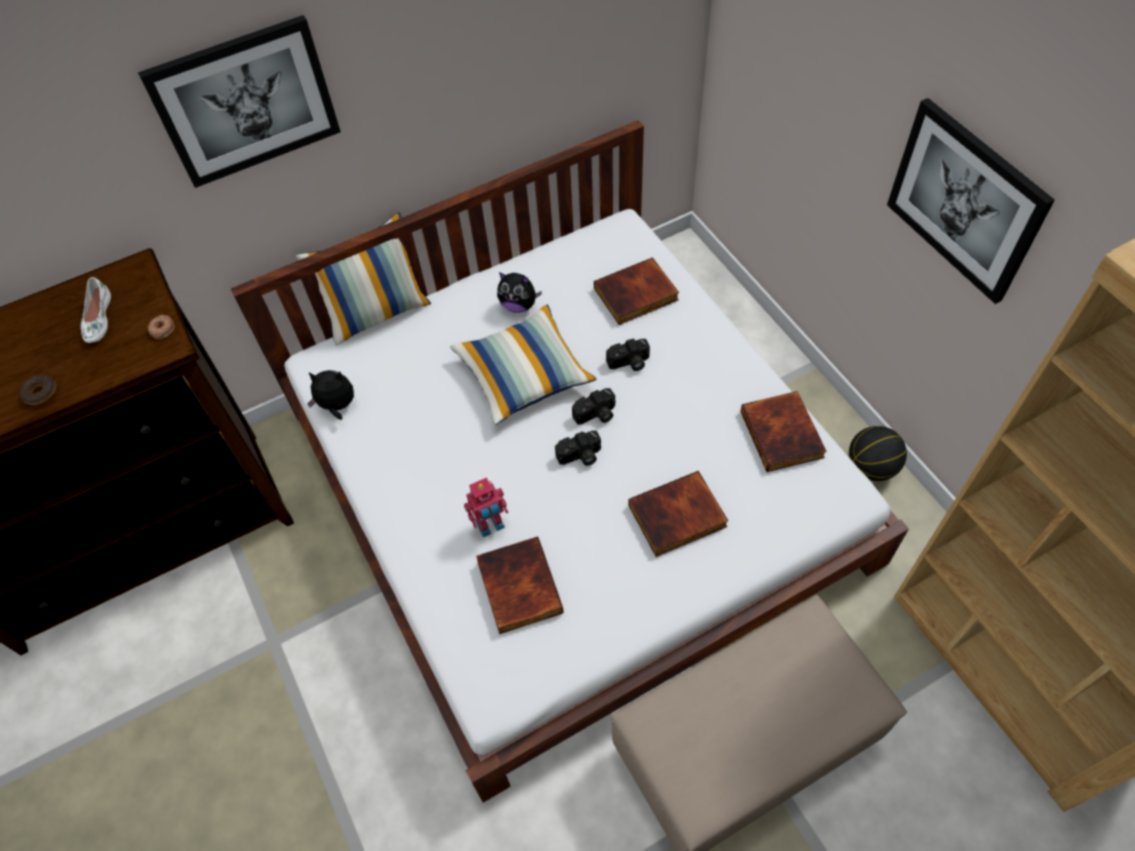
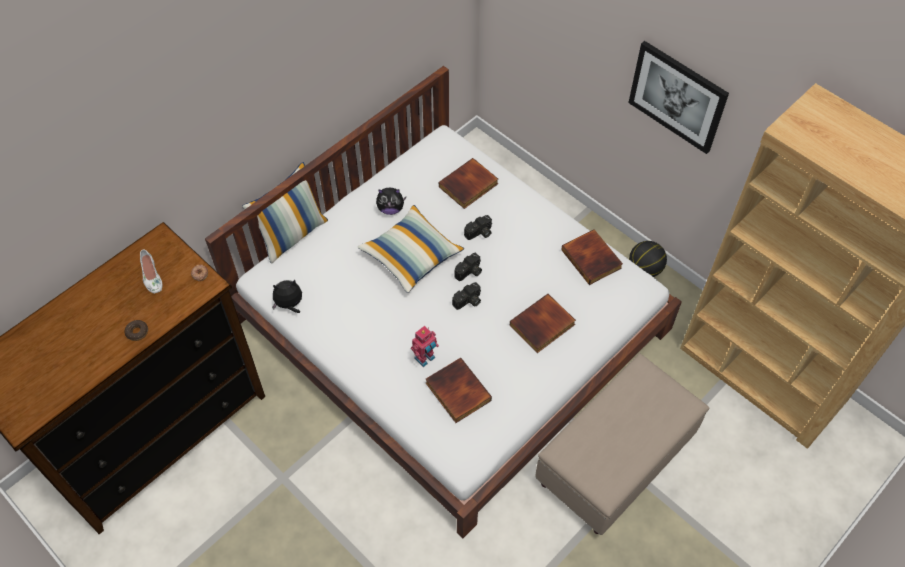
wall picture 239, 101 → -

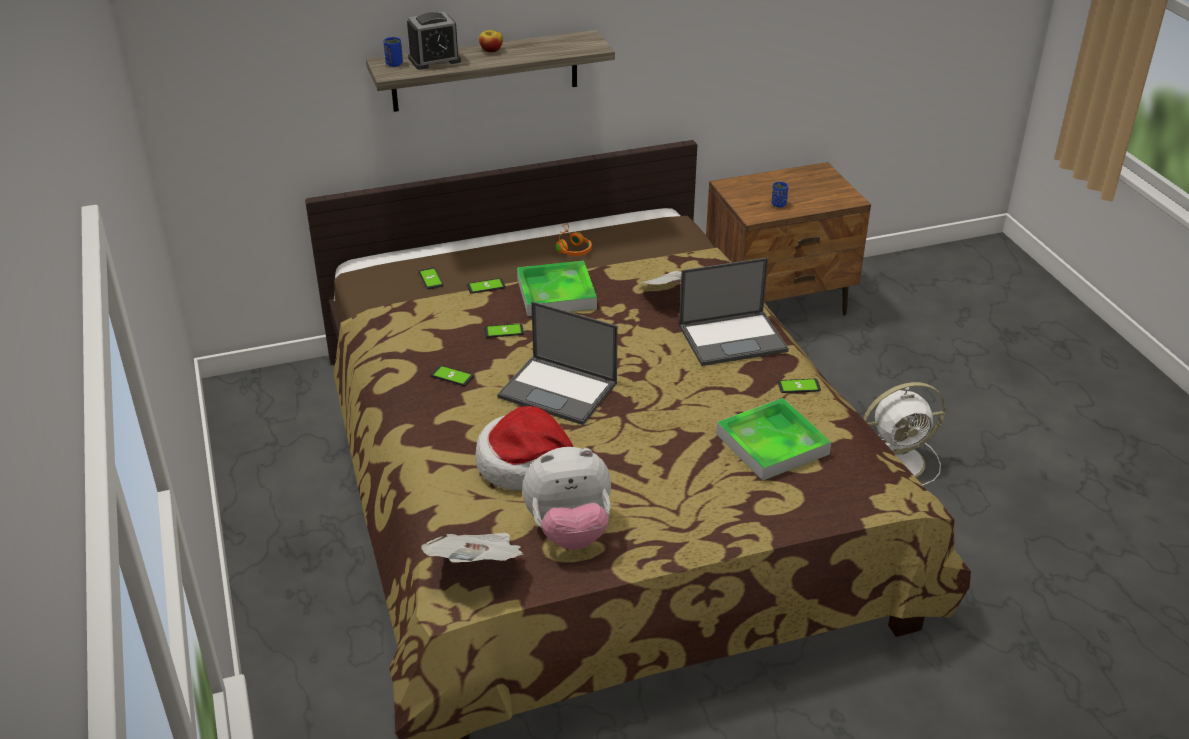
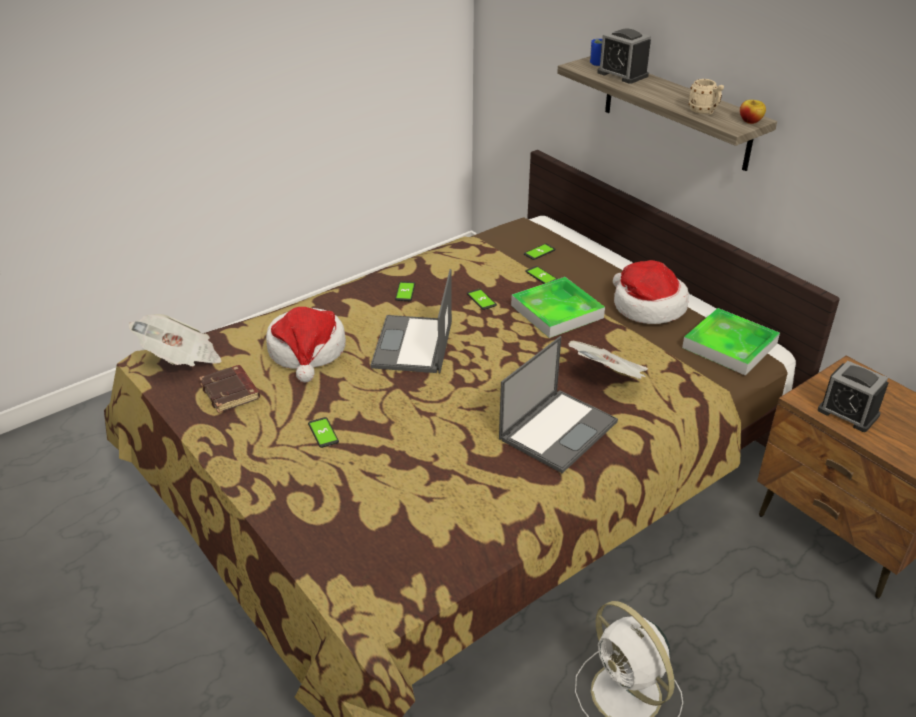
soft toy 566, 498 → volume (brown-coloured) 229, 389
handset 799, 386 → handset 323, 432, move
notebook computer 734, 312 → notebook computer 558, 404, 105 degrees counterclockwise
headset (orange) 574, 239 → hat 651, 292
serving tray 773, 439 → serving tray 731, 341, move
- → tea mug (beige-coloured) 706, 97
apple 491, 41 → apple 753, 112, move
cup (blue) 780, 195 → table clock 853, 396

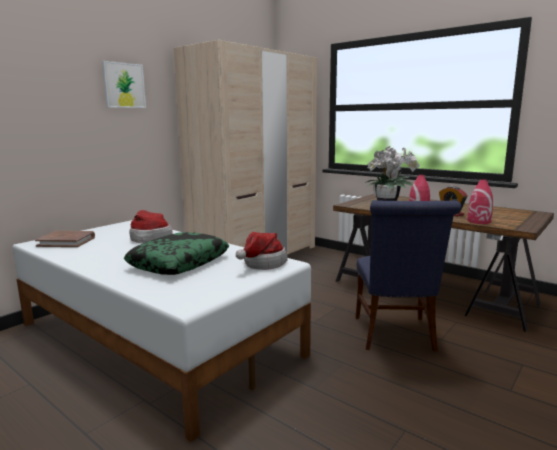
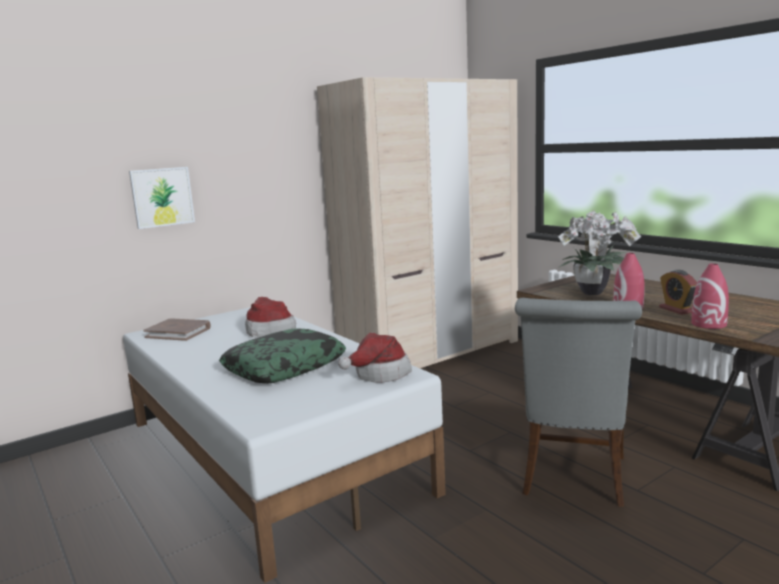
wall picture 124, 84 → wall picture 162, 198, move
upright chair (blue) 409, 276 → upright chair (grey) 578, 402

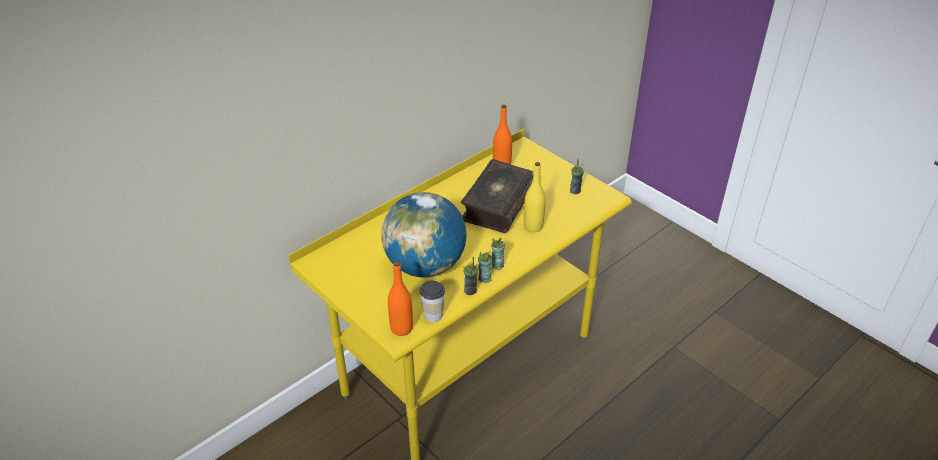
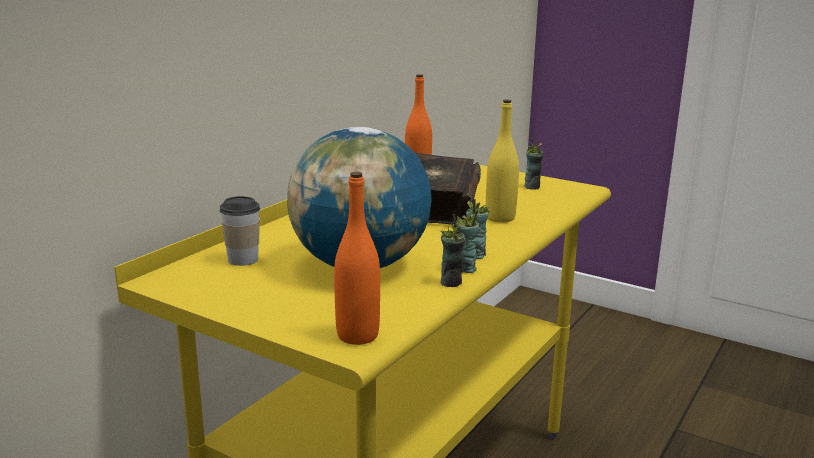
cup 432, 301 → cup 240, 231, move

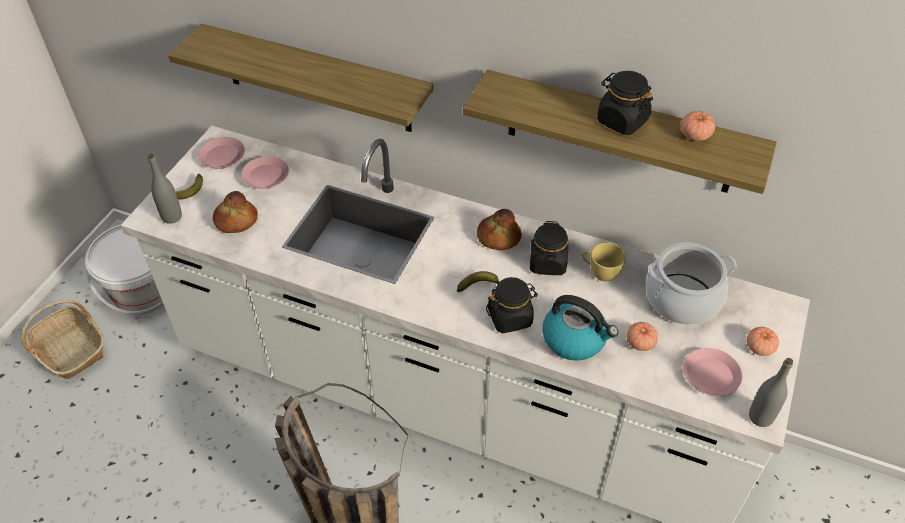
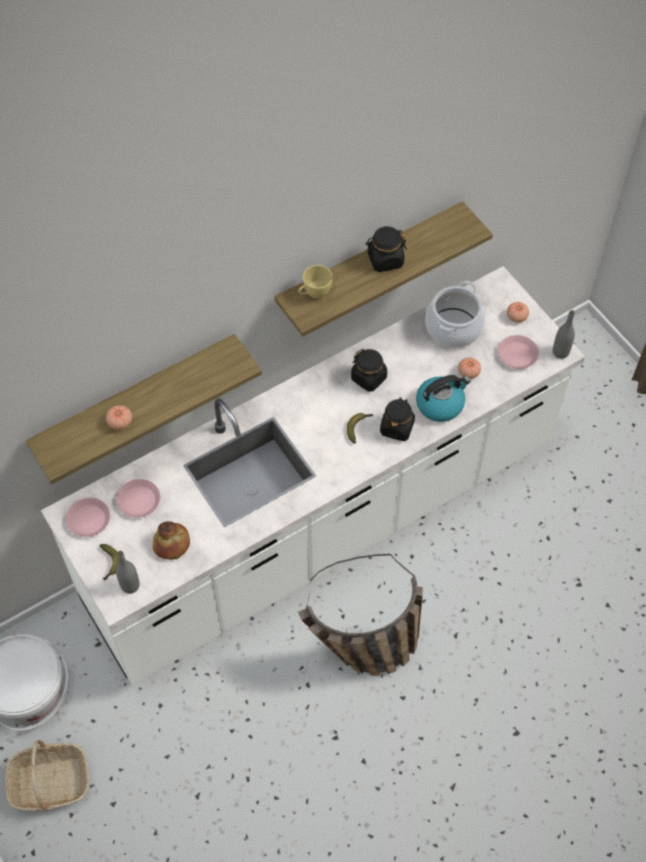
tomato 697, 126 → tomato 119, 417, move
cup (yellowish) 604, 262 → cup (yellowish) 315, 282, move
bread 499, 229 → -

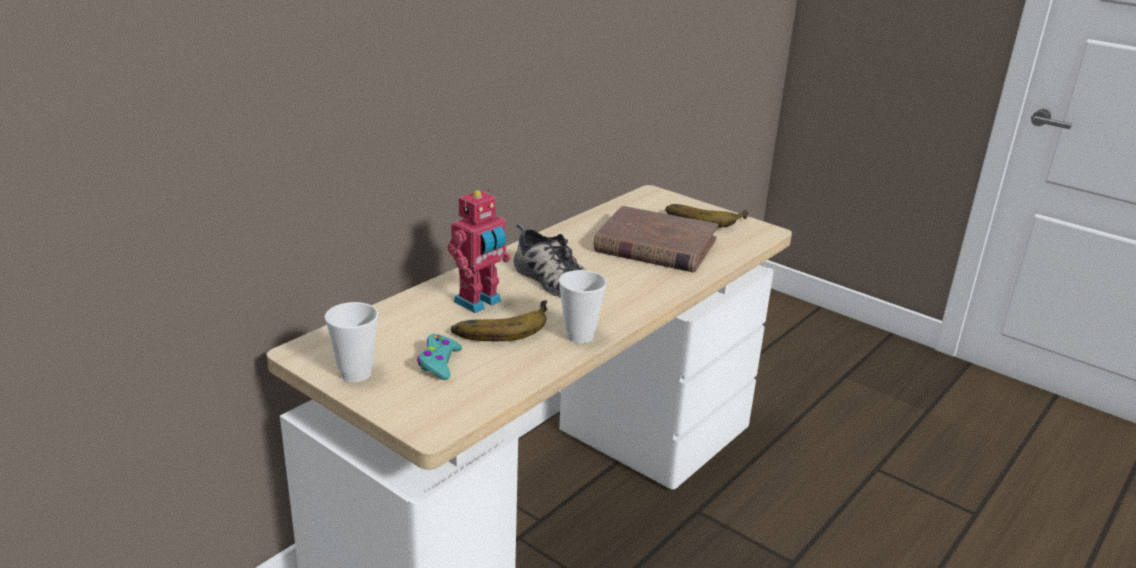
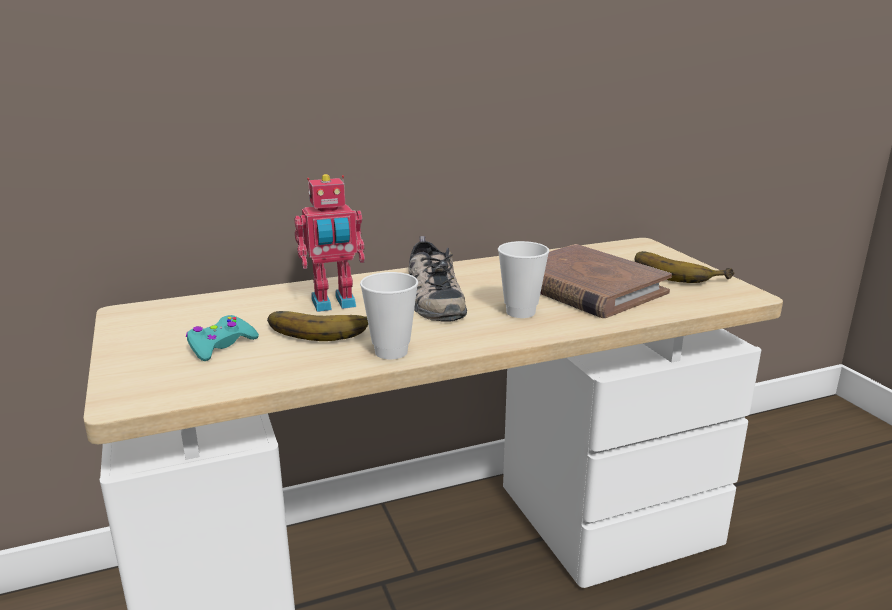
cup 351, 342 → cup 523, 279, move

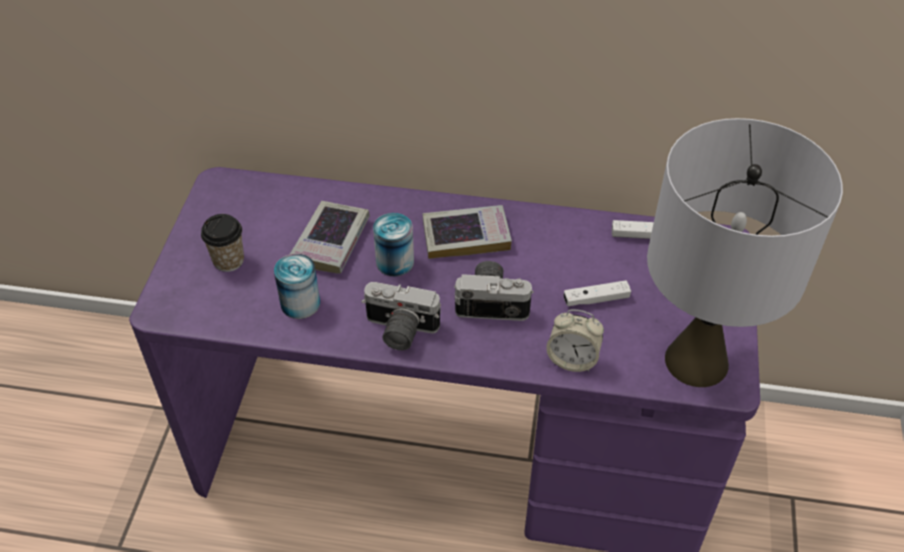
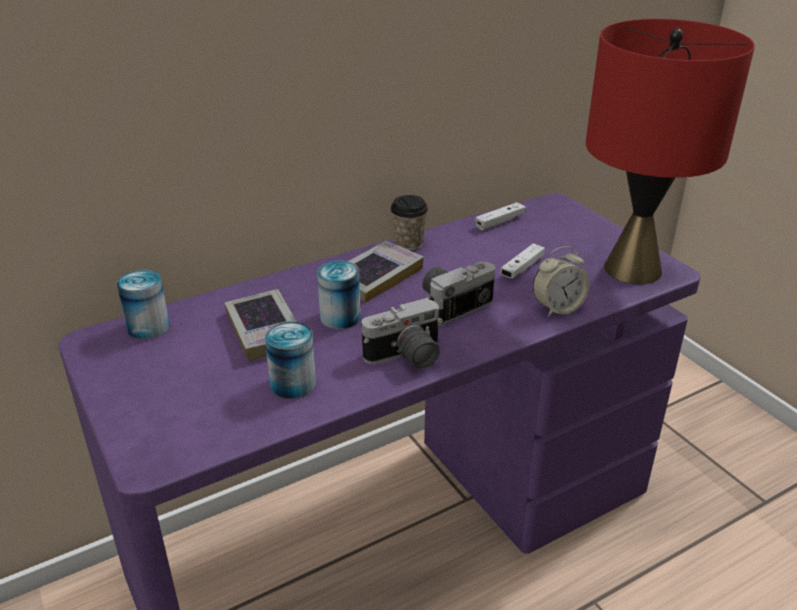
- → can 143, 305
cup 222, 243 → cup 409, 223, move
tabletop lamp (grey) 745, 252 → tabletop lamp (red-coloured) 670, 151

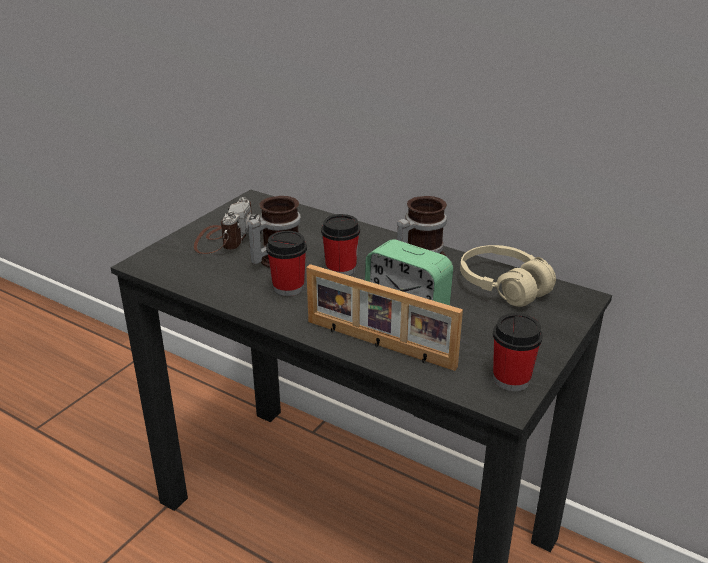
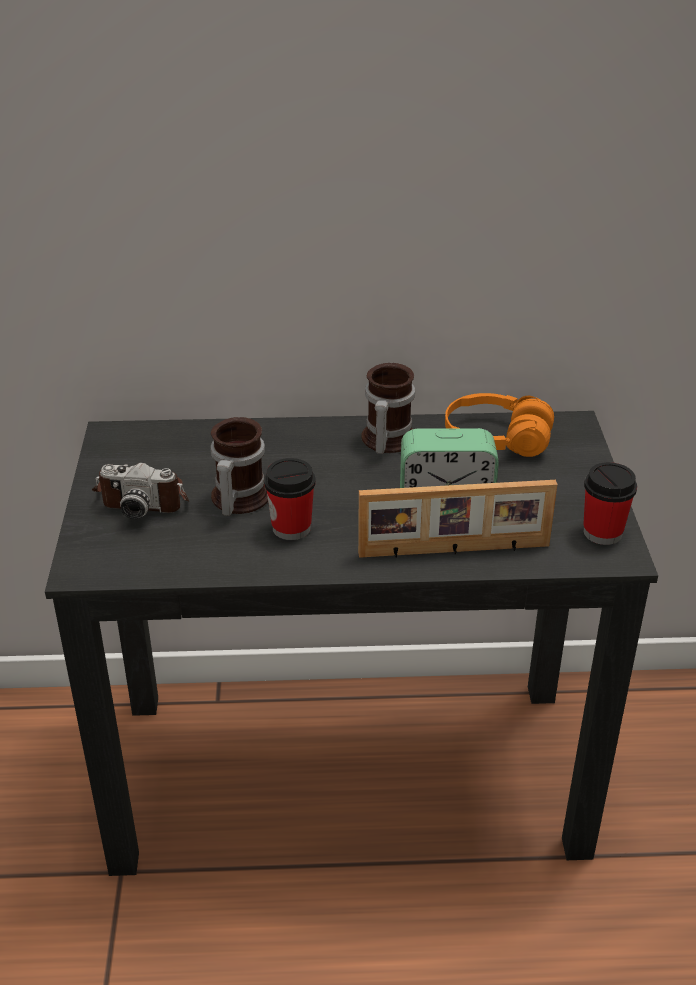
still camera 228, 225 → still camera 140, 491, 120 degrees clockwise
headset (beige-coloured) 508, 276 → headset (orange) 499, 425
cup 340, 245 → -

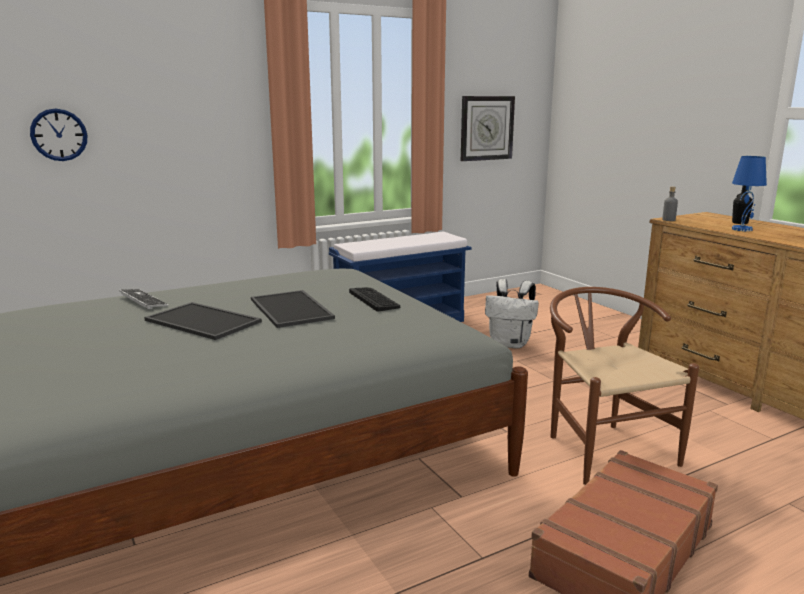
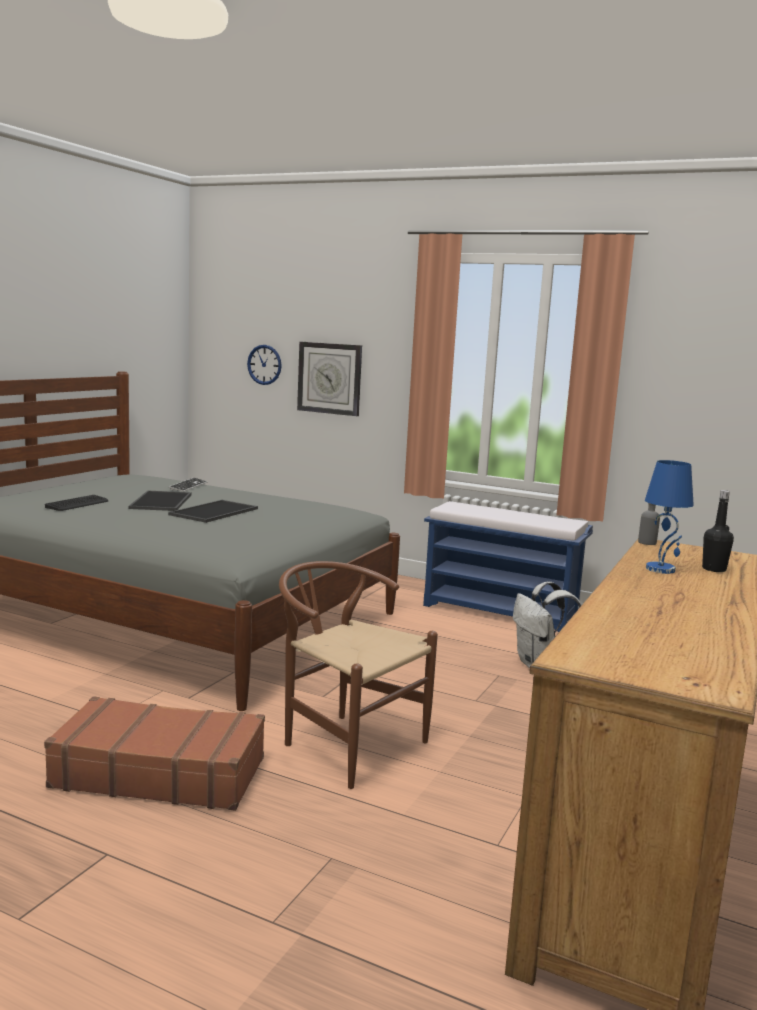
PC keyboard 374, 299 → PC keyboard 76, 503, move
upright chair (brown-coloured) 624, 386 → upright chair (brown-coloured) 358, 675, 90 degrees counterclockwise
hanging clock 488, 128 → hanging clock 329, 379, move

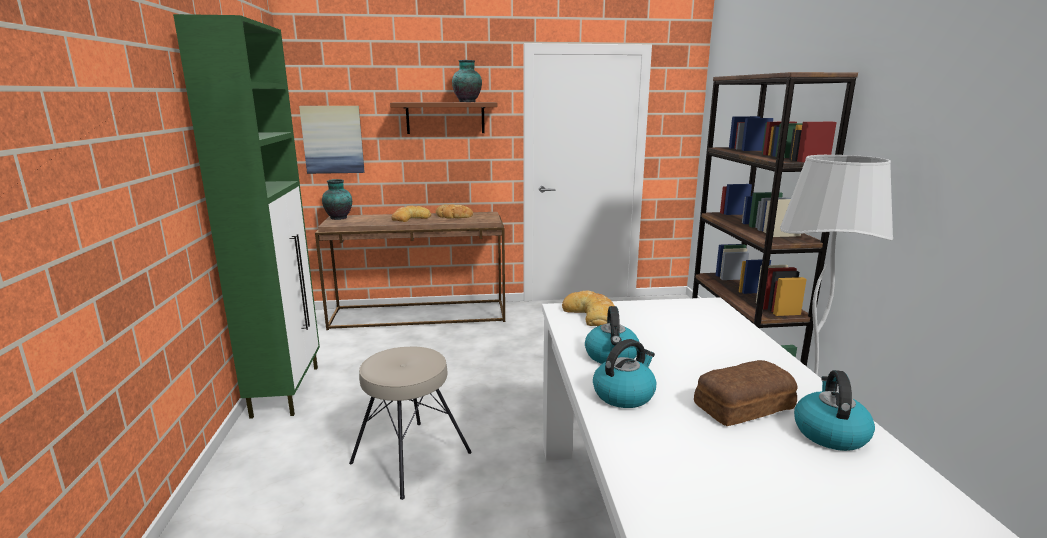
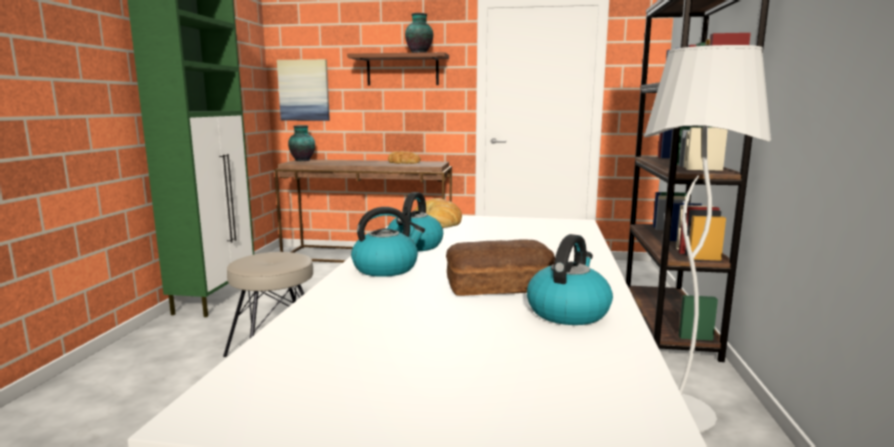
bread 411, 214 → -

